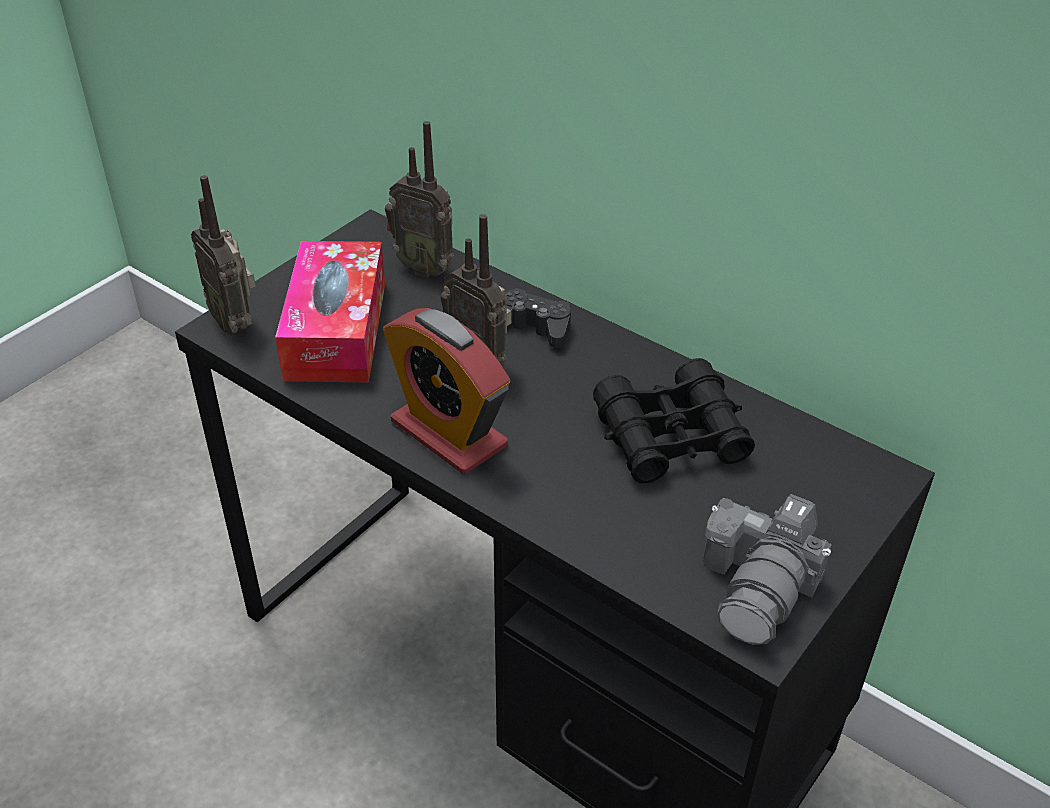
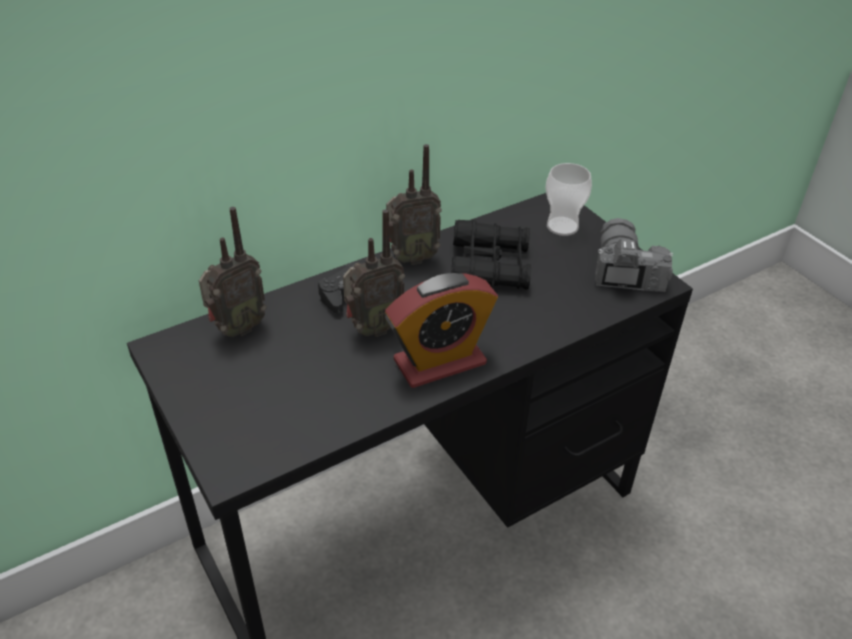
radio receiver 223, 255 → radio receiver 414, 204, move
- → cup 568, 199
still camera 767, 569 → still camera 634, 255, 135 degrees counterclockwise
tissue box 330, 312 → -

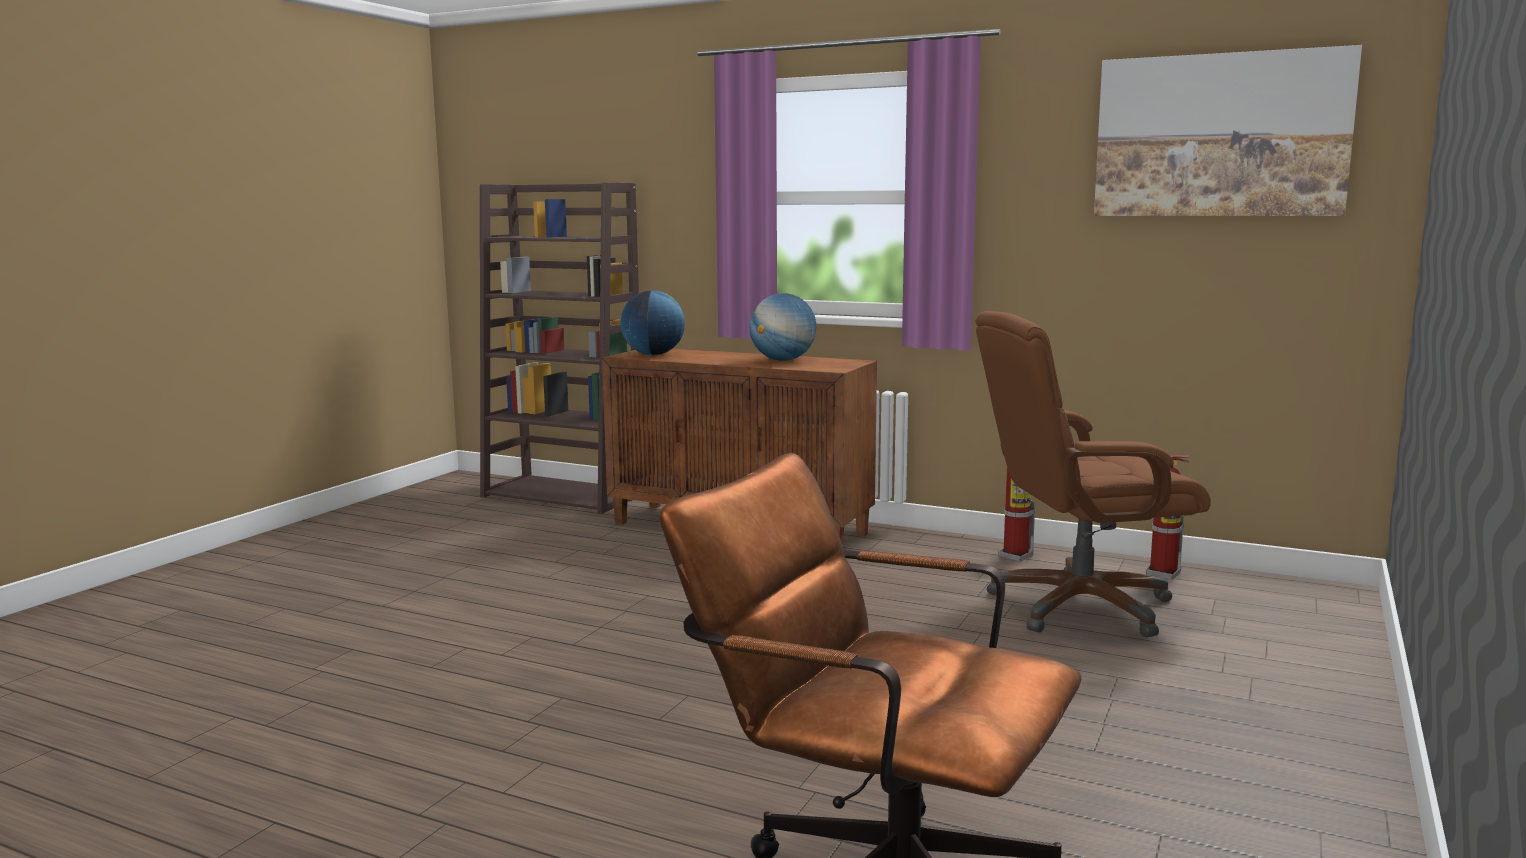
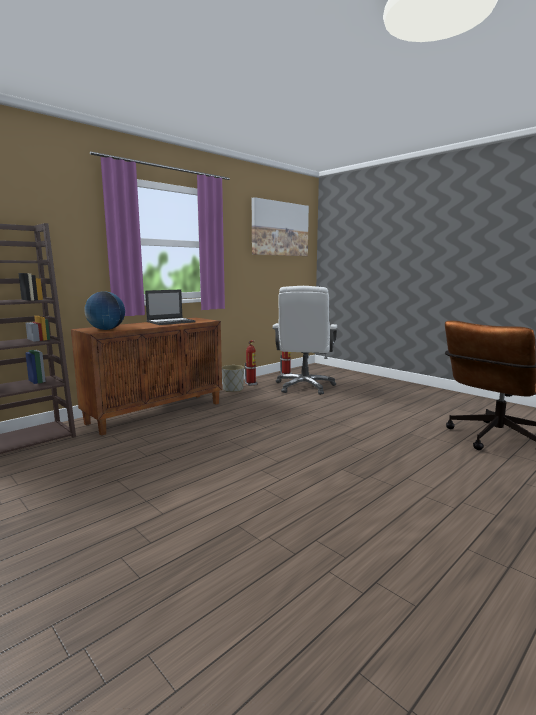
desk globe 782, 327 → notebook computer 170, 307
- → plant pot (grey) 233, 378
computer chair (brown-coloured) 1093, 474 → computer chair (white-coloured) 304, 340

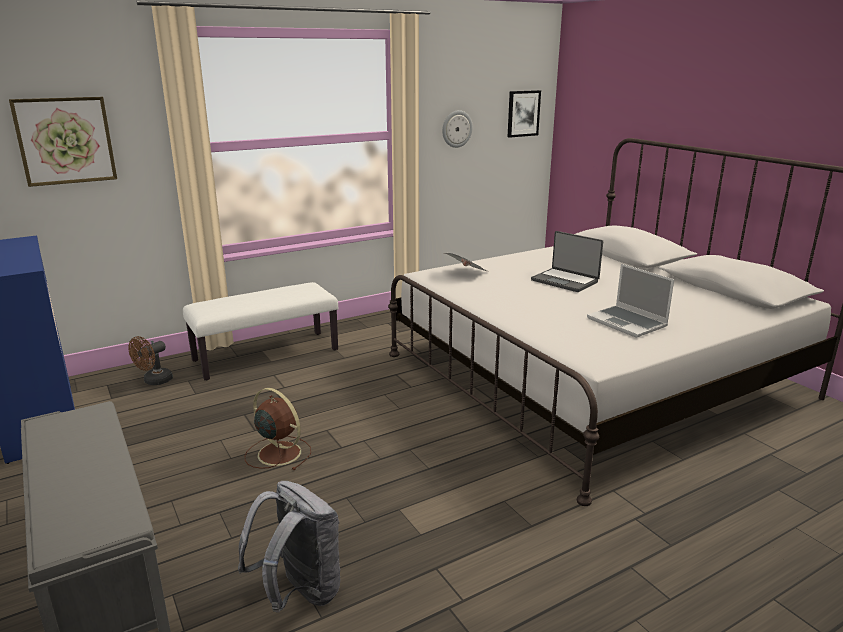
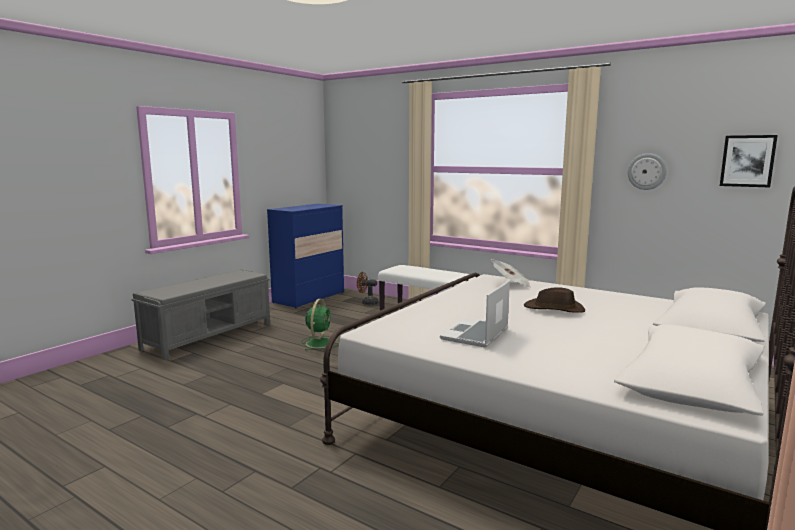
fan (brown-coloured) 278, 429 → fan (green-coloured) 320, 324
notebook computer 567, 261 → hat (brown-coloured) 554, 300
wall picture 63, 142 → -
backpack (grey) 289, 546 → -

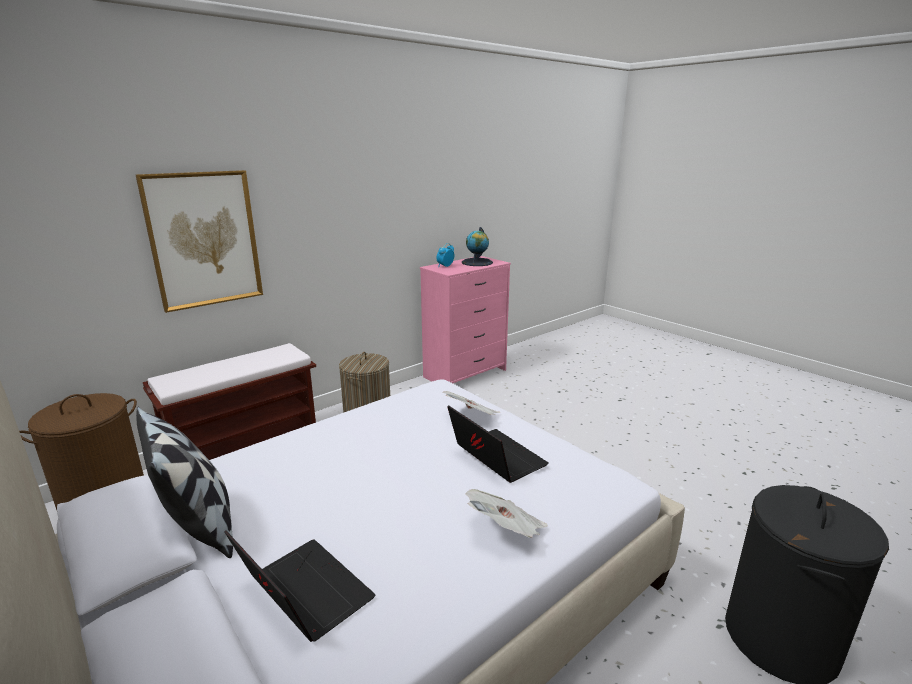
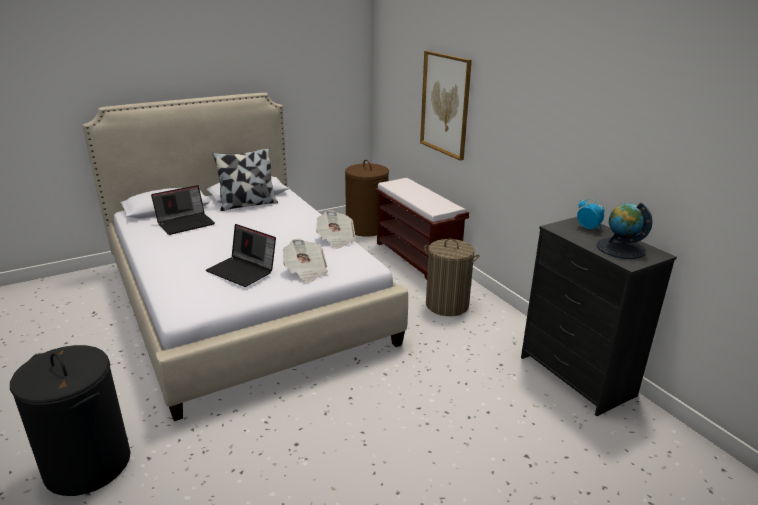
notebook computer 498, 444 → notebook computer 241, 255, 60 degrees clockwise
daily paper 506, 513 → daily paper 335, 229, move
dresser (pink) 465, 319 → dresser (black-coloured) 599, 316

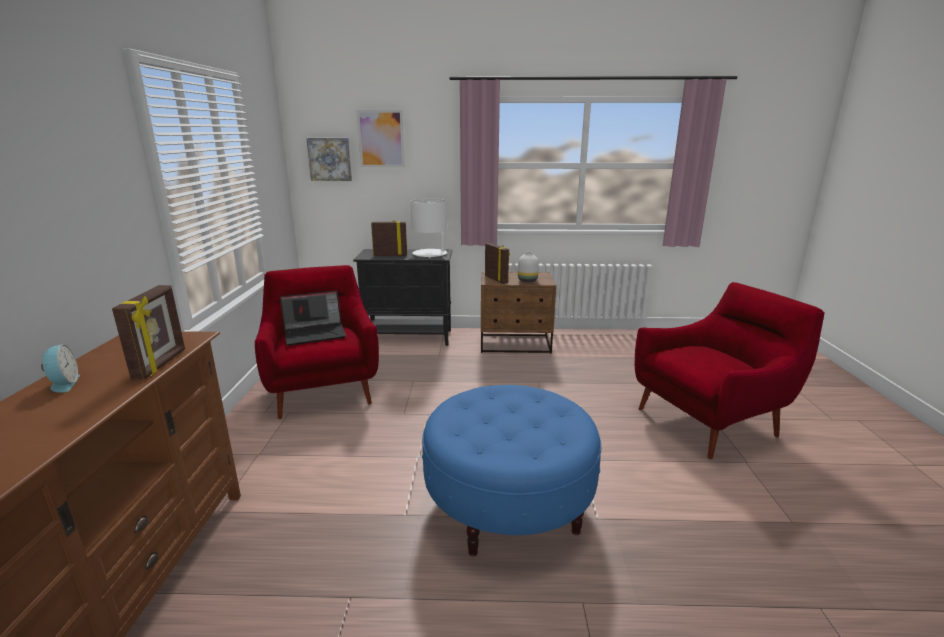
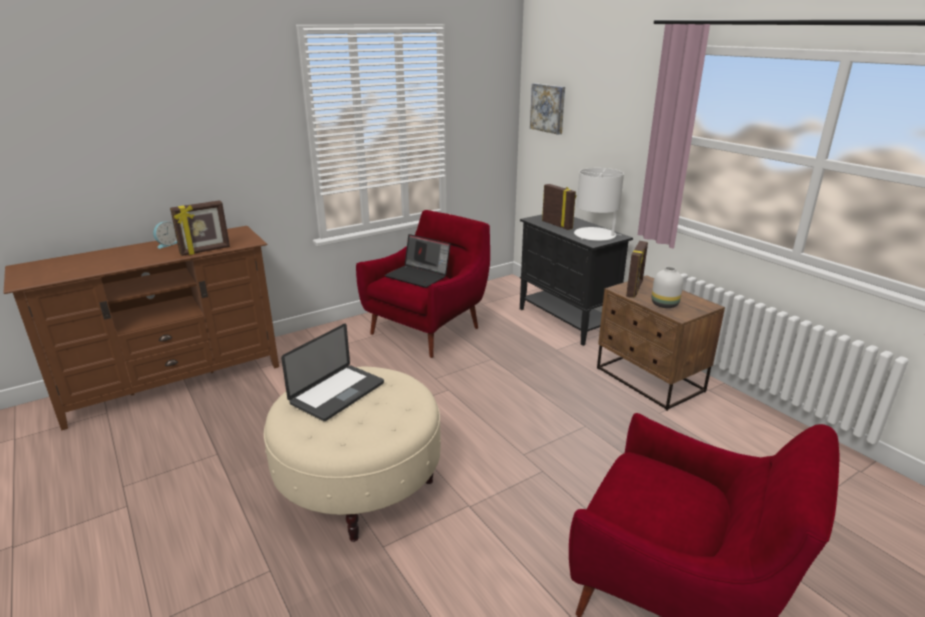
ottoman (blue) 511, 470 → ottoman (beige-coloured) 352, 454
- → notebook computer 332, 372
wall picture 380, 138 → -

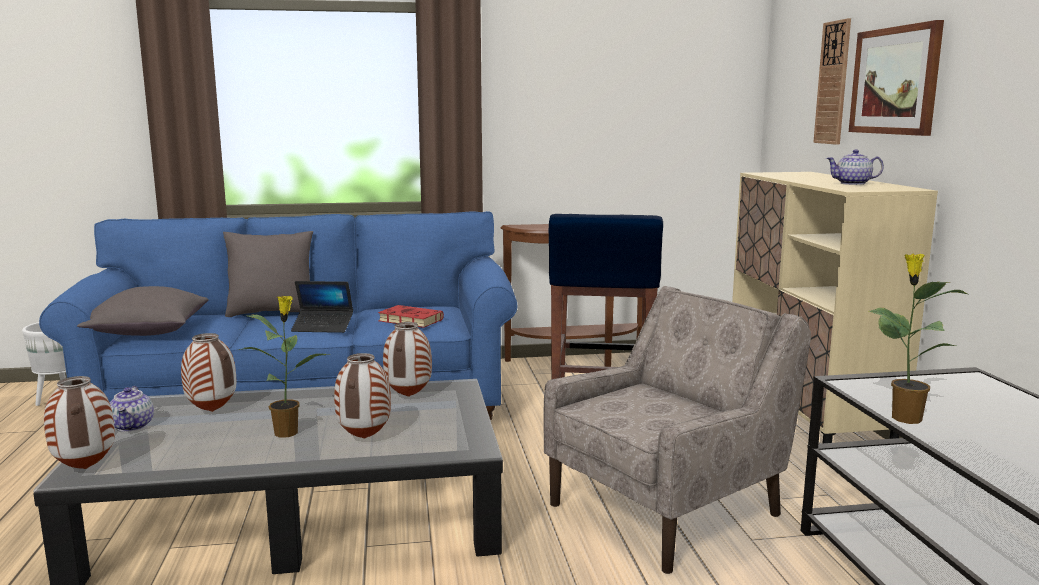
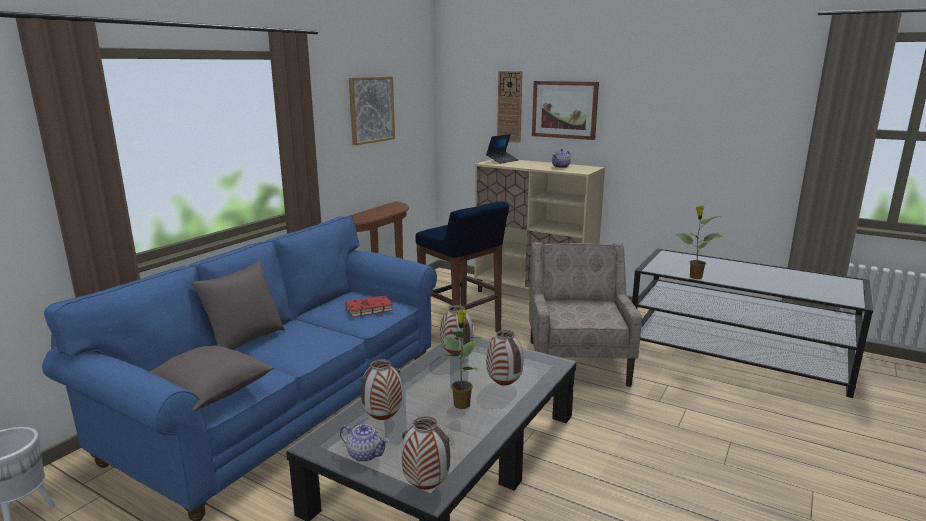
- → wall picture 372, 111
notebook computer 322, 307 → notebook computer 502, 149, move

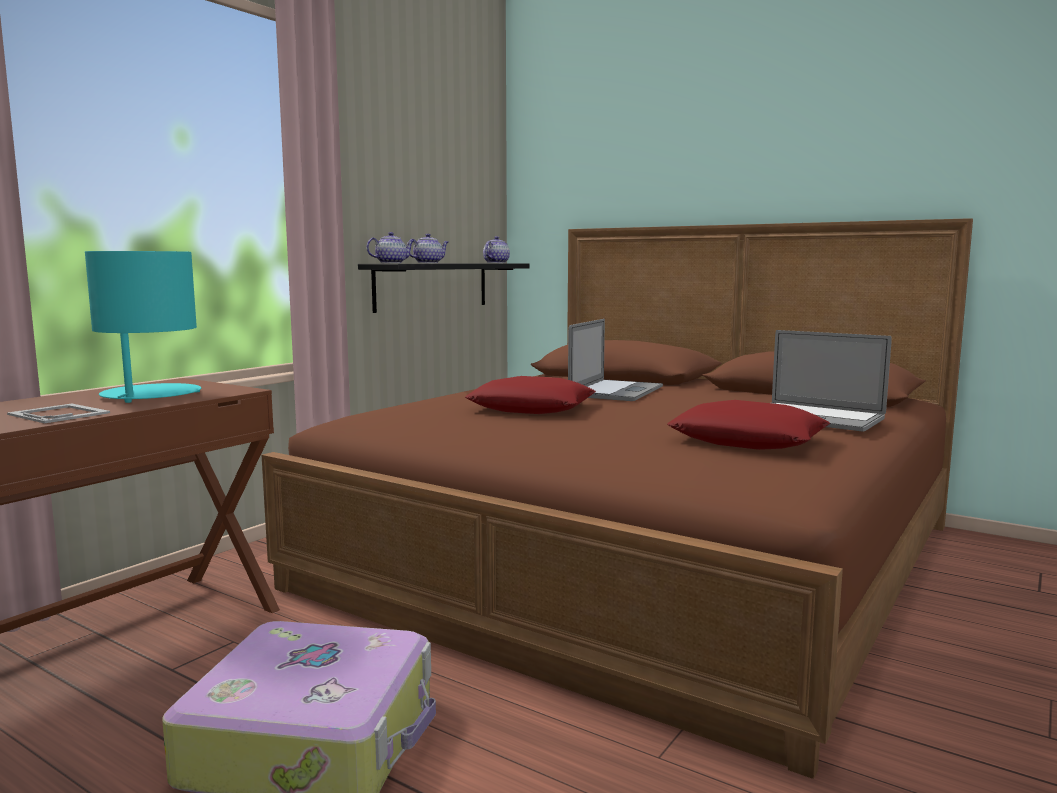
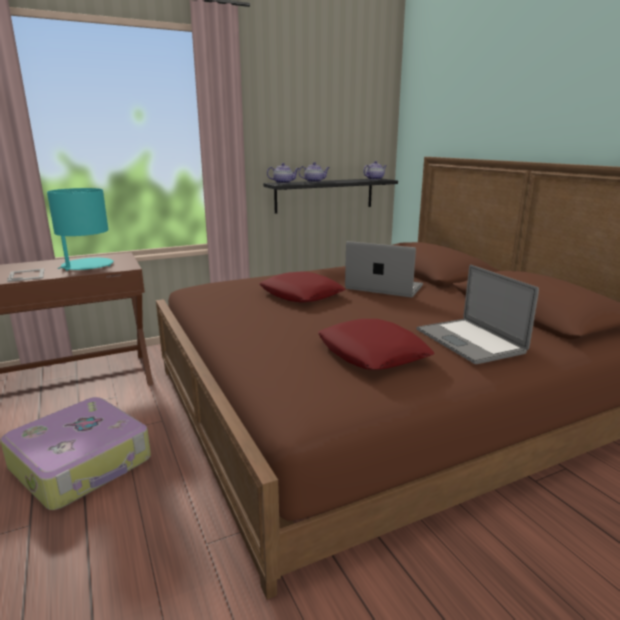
notebook computer 615, 360 → notebook computer 384, 269, 120 degrees counterclockwise

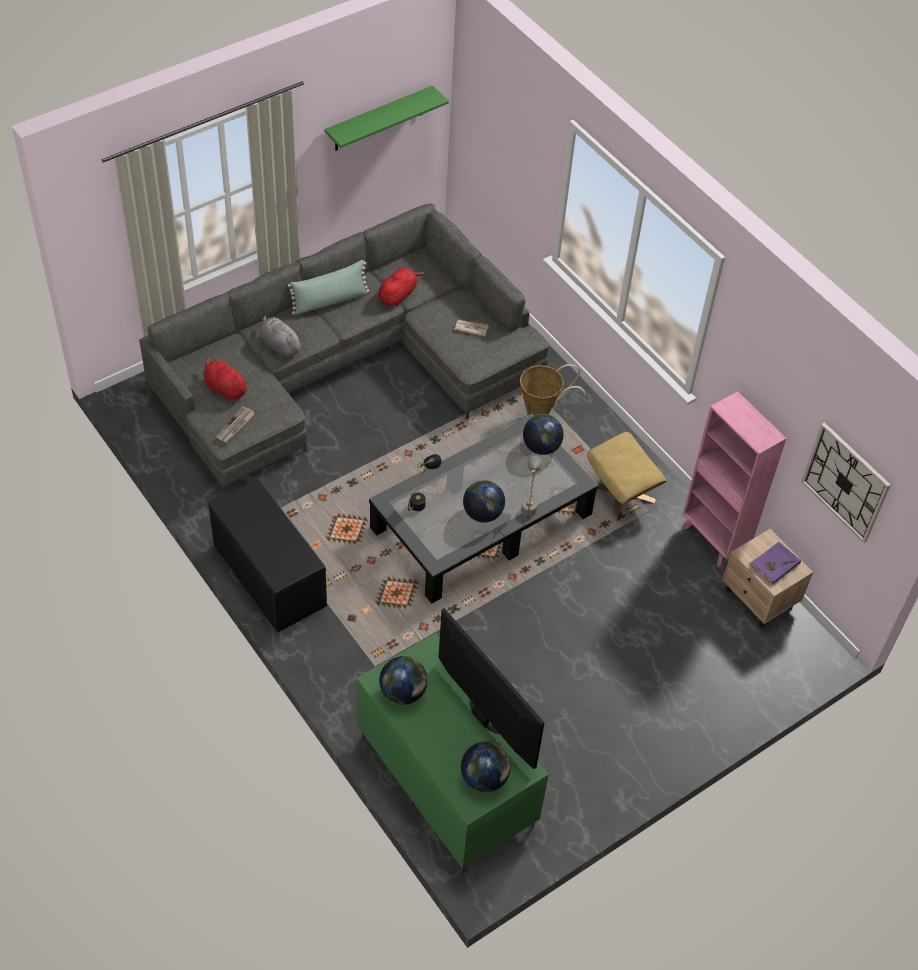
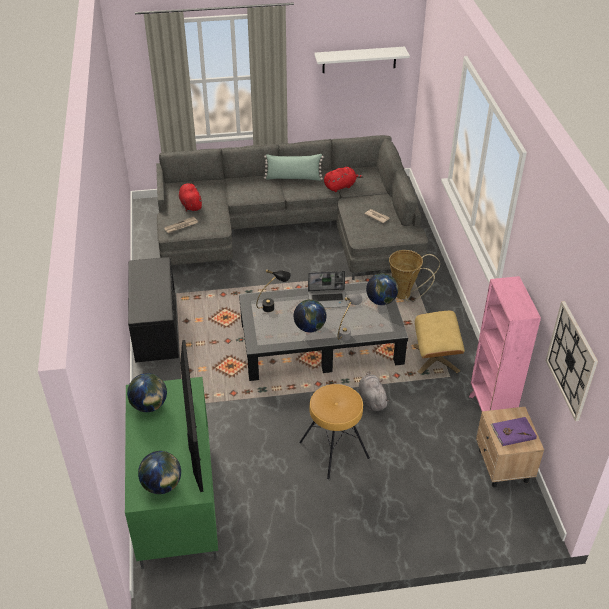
- → stool (brown-coloured) 334, 431
- → notebook computer 327, 289
wall shelf (green-coloured) 387, 118 → wall shelf (white-coloured) 362, 60
soft toy (grey) 281, 337 → soft toy (grey) 373, 391, move

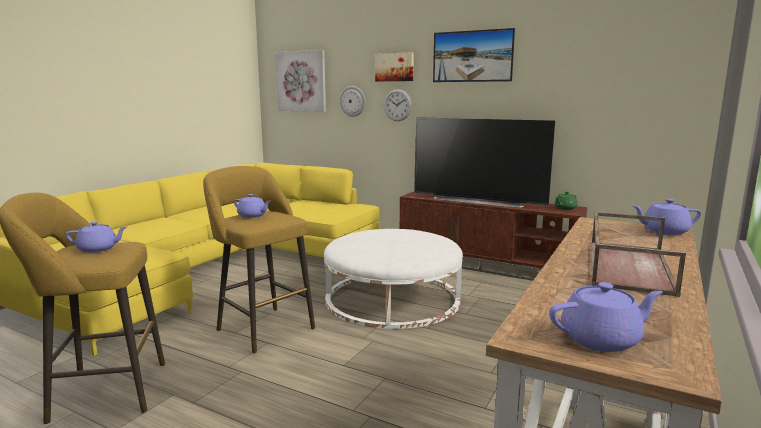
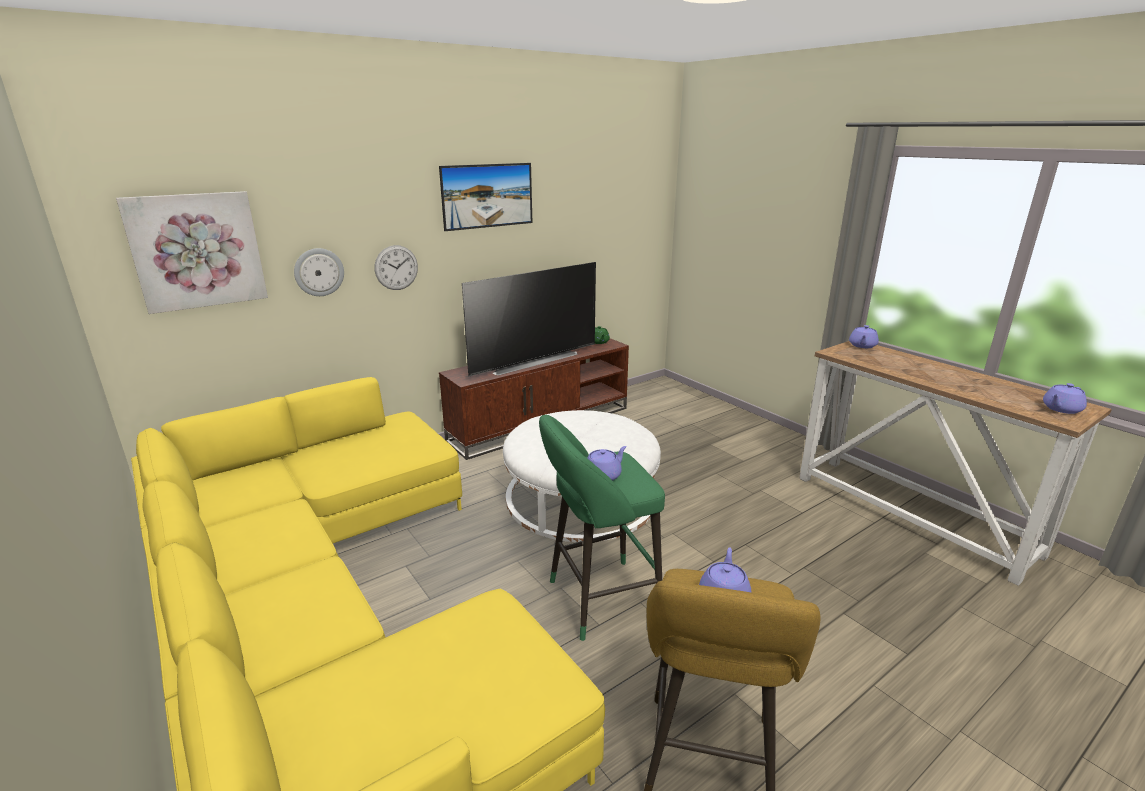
stool (yellowish) 259, 259 → stool (green-coloured) 602, 528
pot for tea (purple) 606, 317 → pot for tea (purple) 1065, 398, 135 degrees counterclockwise
wall picture 394, 67 → -
serving tray (brown-coloured) 638, 254 → -

